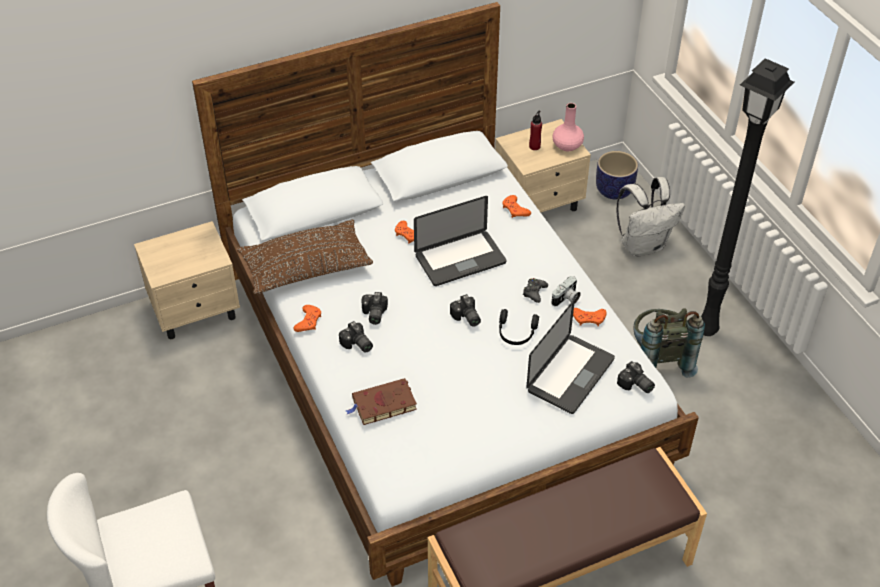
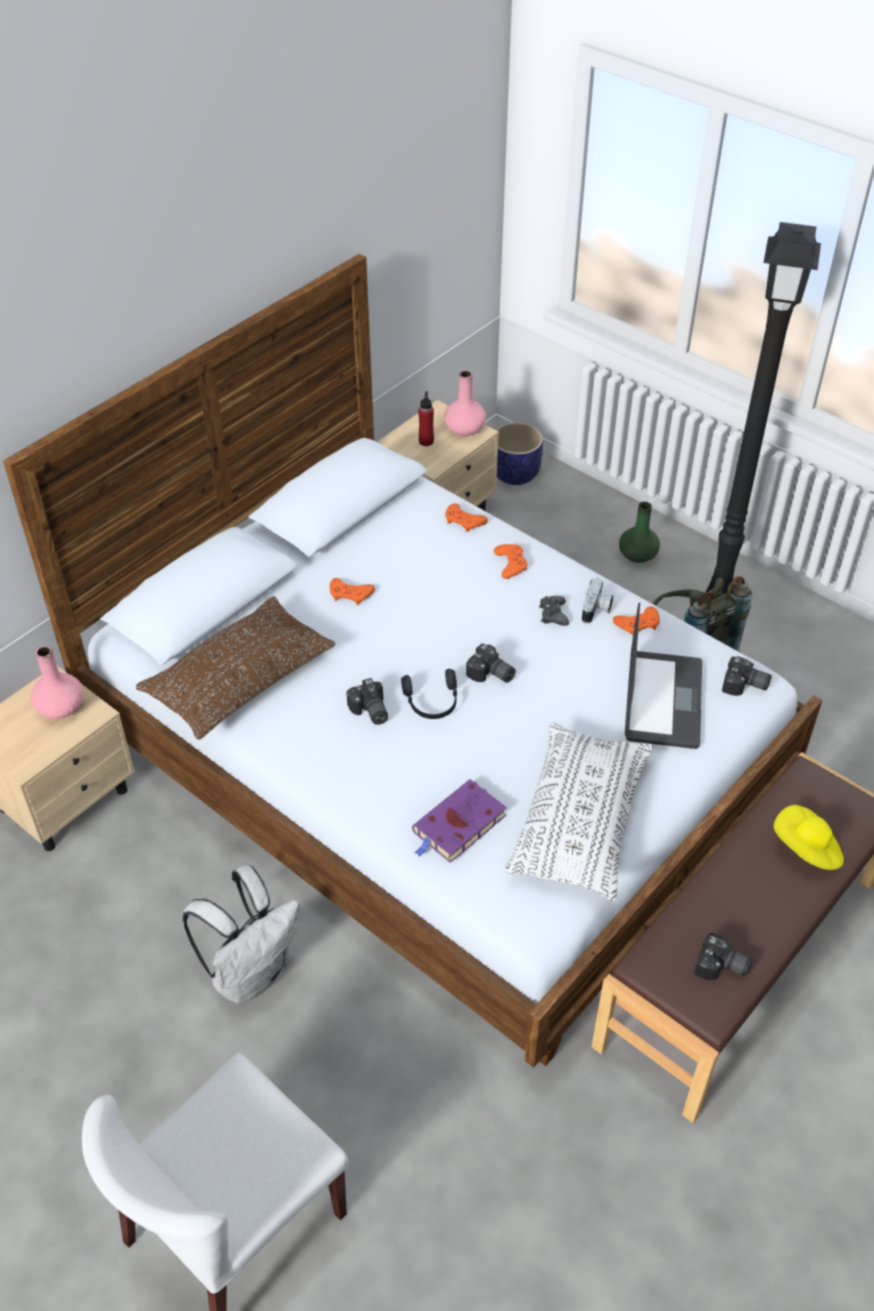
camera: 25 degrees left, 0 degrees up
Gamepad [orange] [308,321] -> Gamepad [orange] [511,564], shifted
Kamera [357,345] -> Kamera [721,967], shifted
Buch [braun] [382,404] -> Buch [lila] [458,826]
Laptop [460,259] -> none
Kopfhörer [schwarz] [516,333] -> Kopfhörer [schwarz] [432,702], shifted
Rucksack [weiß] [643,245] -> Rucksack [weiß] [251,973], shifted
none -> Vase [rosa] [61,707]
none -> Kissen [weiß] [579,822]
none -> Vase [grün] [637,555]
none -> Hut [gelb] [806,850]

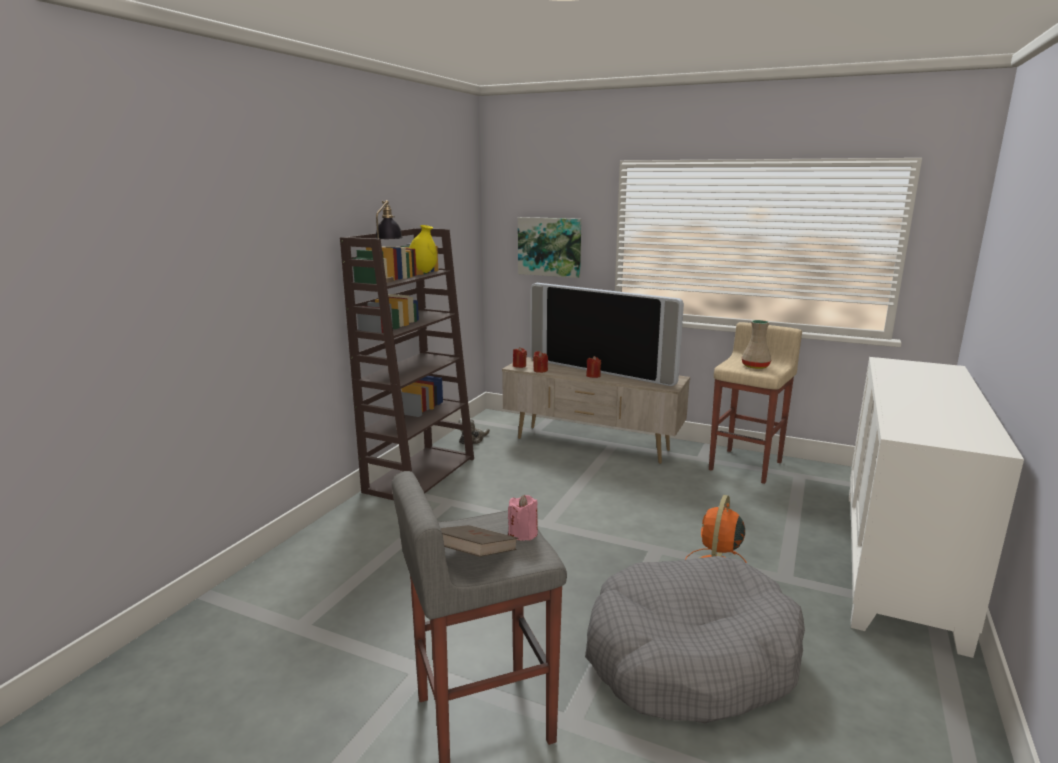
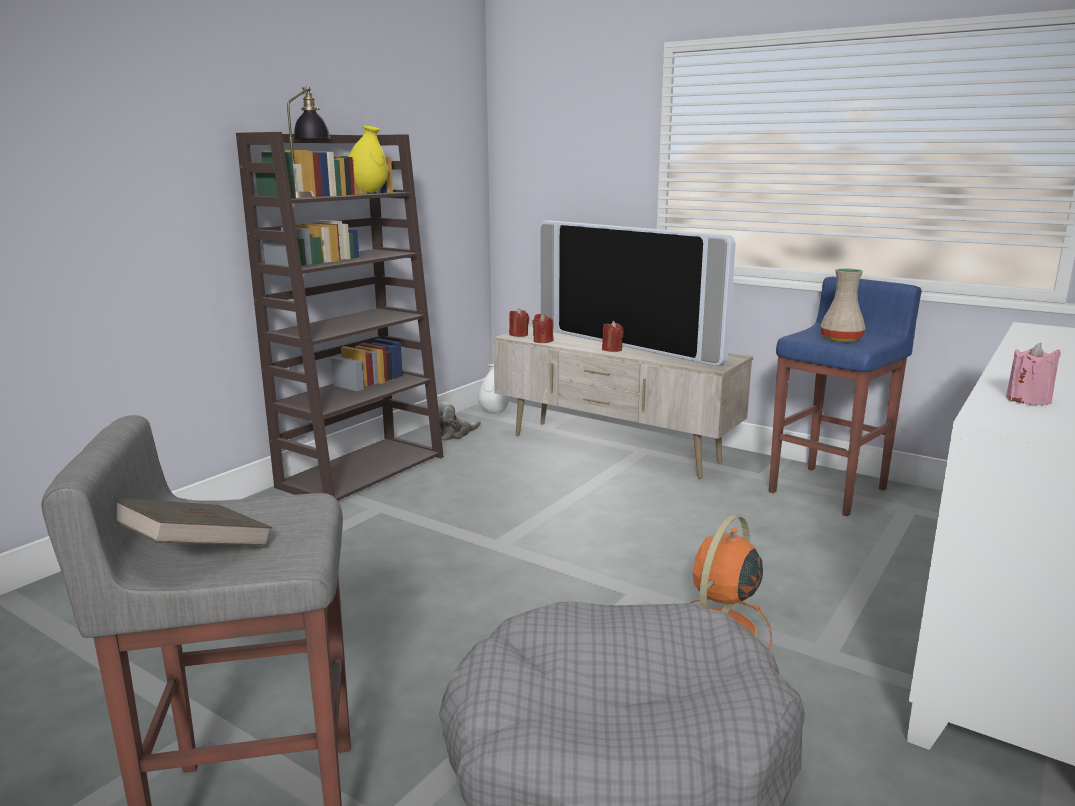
camera: 10 degrees right, 0 degrees up
Kerze [rosa] [523,533] -> Kerze [rosa] [1028,400], shifted
Bild [549,246] -> none
Hocker [beige] [747,465] -> Hocker [blau] [830,490]
none -> Vase [weiß] [494,412]

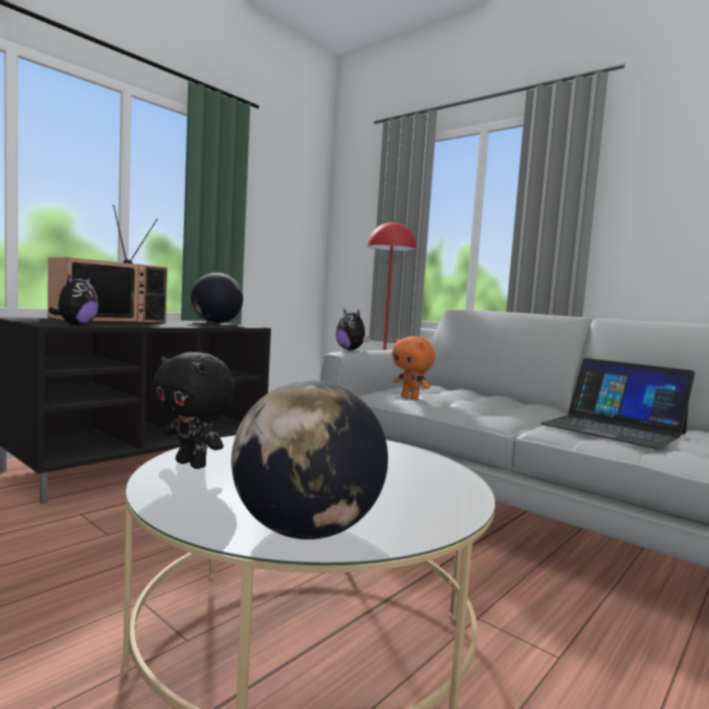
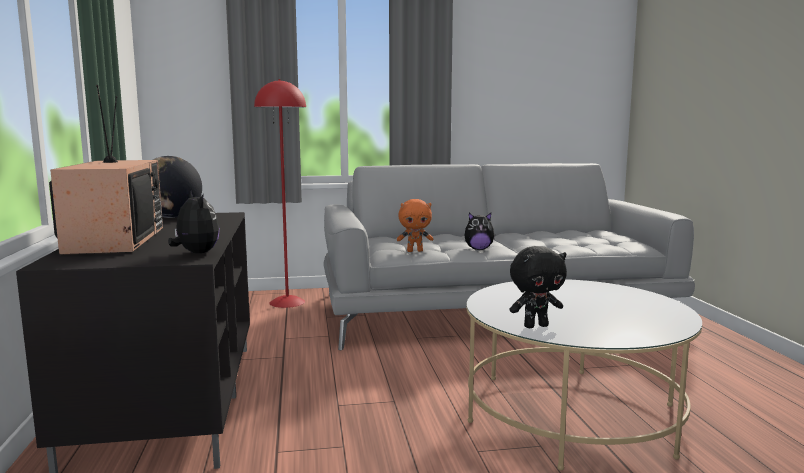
camera: 50 degrees left, 5 degrees up
Globus [306,531] -> none
Plüschtier [351,350] -> Plüschtier [478,249], shifted
Laptop [613,429] -> none

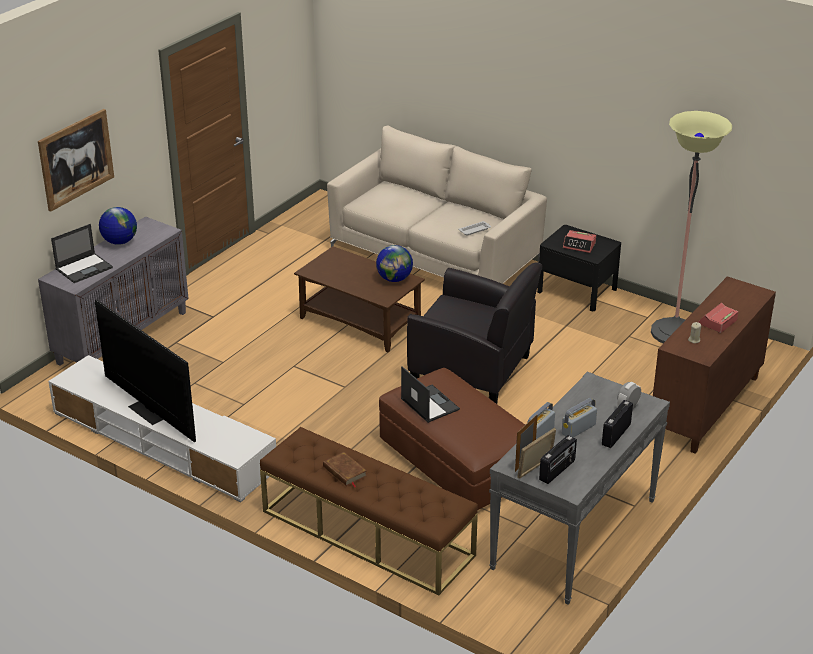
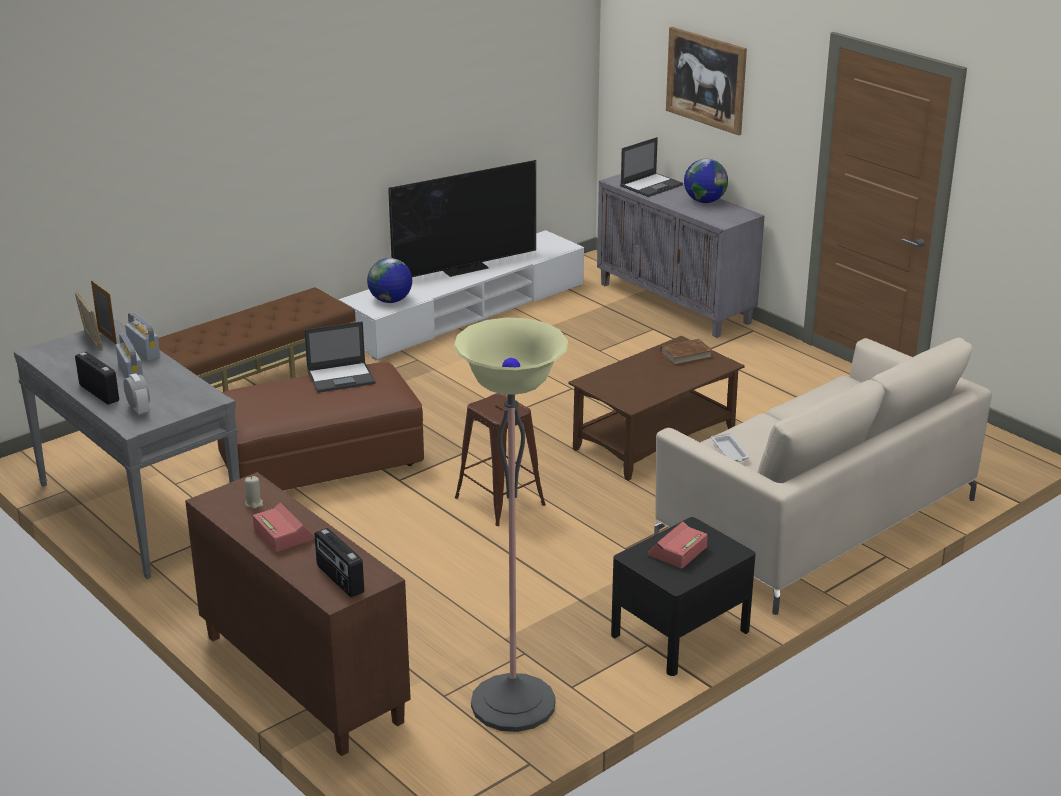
camera: 105 degrees right, 5 degrees down
Laptop [84,268] -> Laptop [651,185], 105 degrees counterclockwise
Buch [braun] [344,472] -> Buch [braun] [685,355], shifted
Globus [394,279] -> Globus [390,301], shifted
Sessel [schwarz] [472,371] -> Hocker [braun] [499,501]
Radio [557,471] -> Radio [339,580], shifted

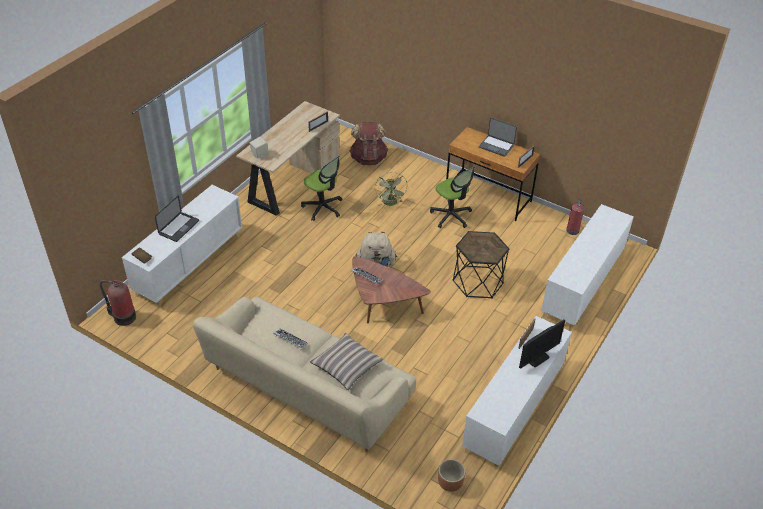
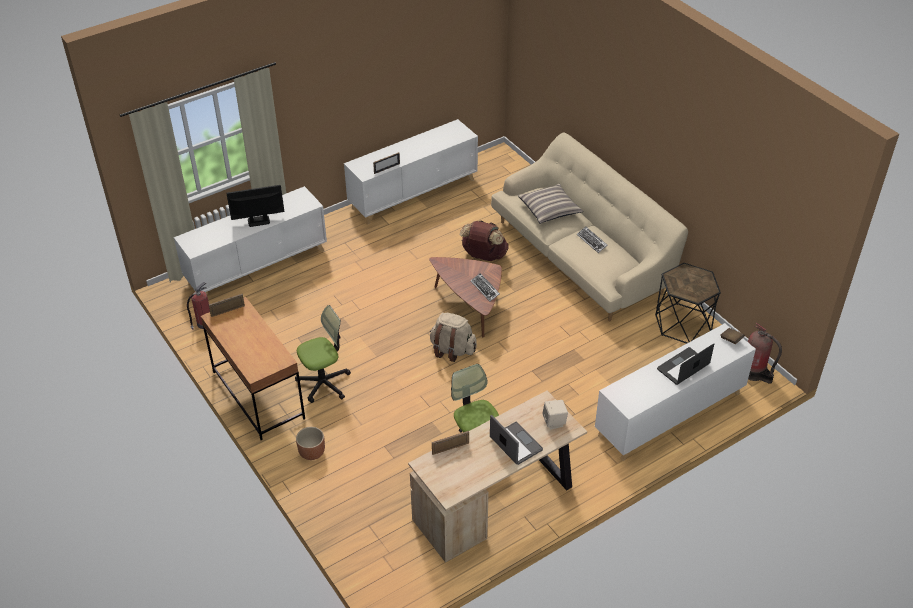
camera: 155 degrees left, 0 degrees up
Rucksack [braun] [368,158] -> Rucksack [braun] [484,256], shifted
Ventilator [grün] [391,203] -> none
Bürostuhl [451,216] -> Bürostuhl [324,383], 75 degrees clockwise
Pflanzkübel [braun] [450,483] -> Pflanzkübel [braun] [312,452], shifted
Beistelltisch [schwarz] [478,282] -> Beistelltisch [schwarz] [682,324], shifted
Laptop [496,146] -> Laptop [515,444], shifted
Monitor [537,358] -> Monitor [258,221], shifted

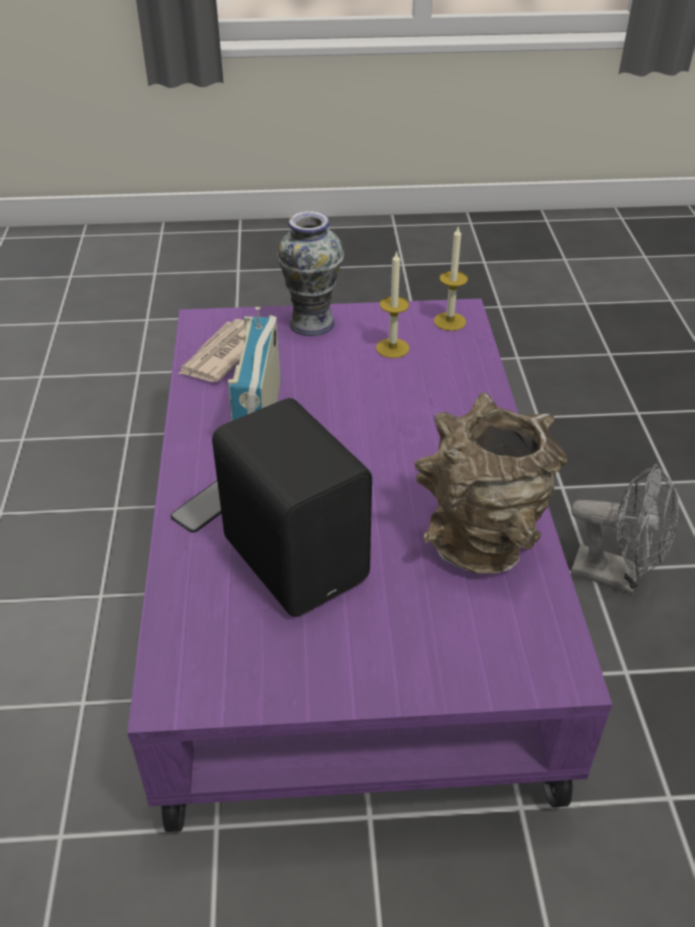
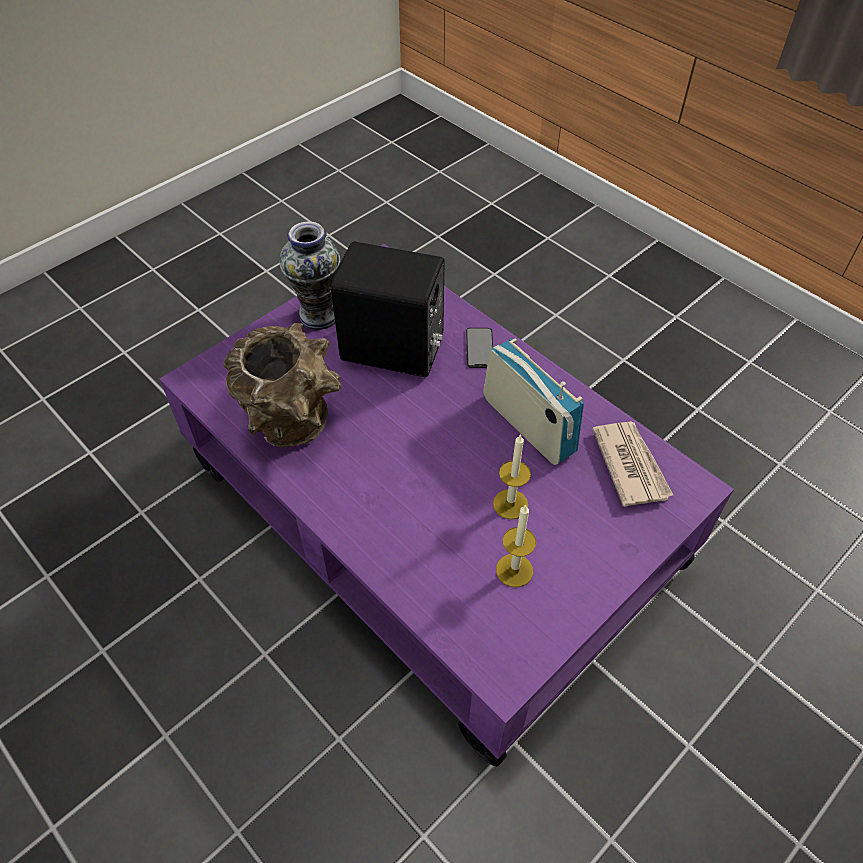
camera: 140 degrees right, 10 degrees up
Vase [311,323] -> Vase [319,314], shifted
Kerze [449,321] -> Kerze [510,504], shifted
Ventilator [grau] [616,575] -> none

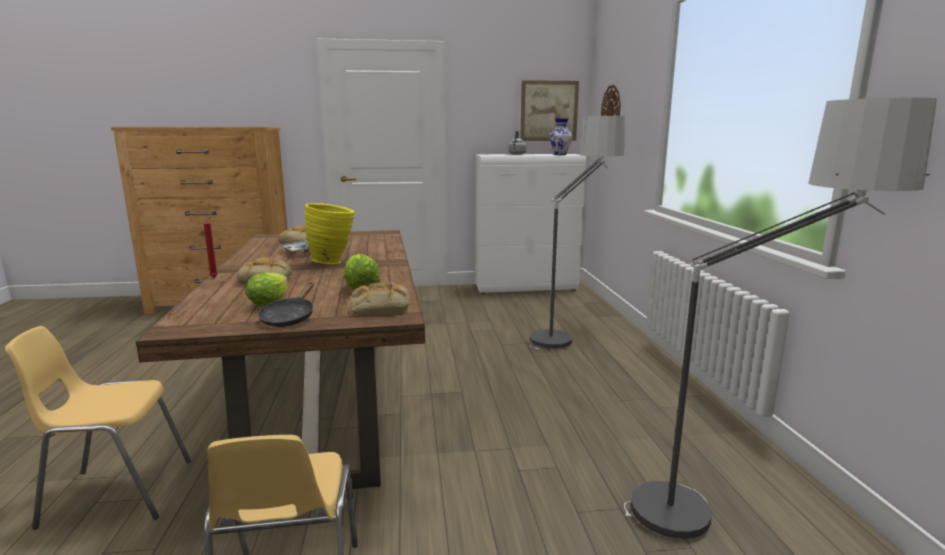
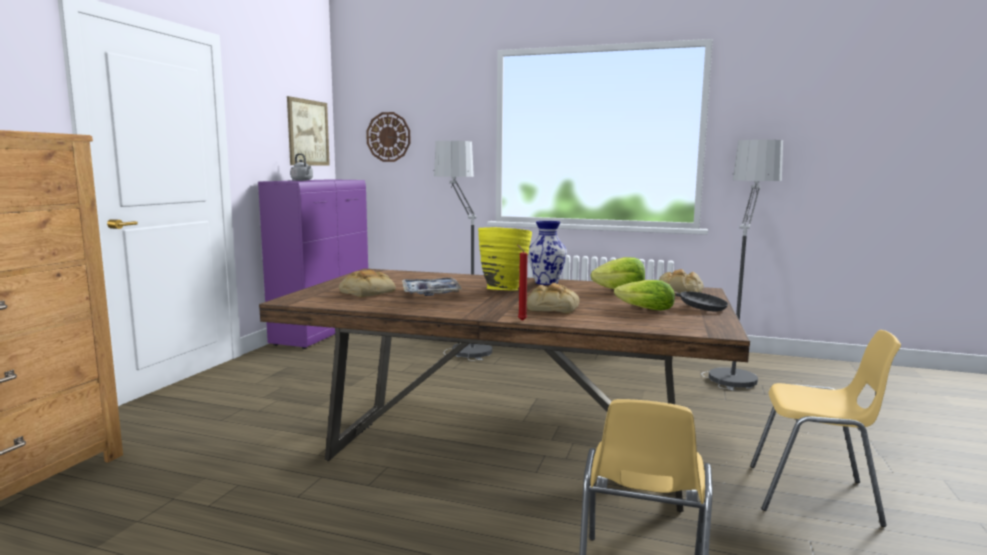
camera: 65 degrees left, 5 degrees down
Schrank [weiß] [526,288] -> Schrank [lila] [323,332]
Vase [560,154] -> Vase [547,283], shifted

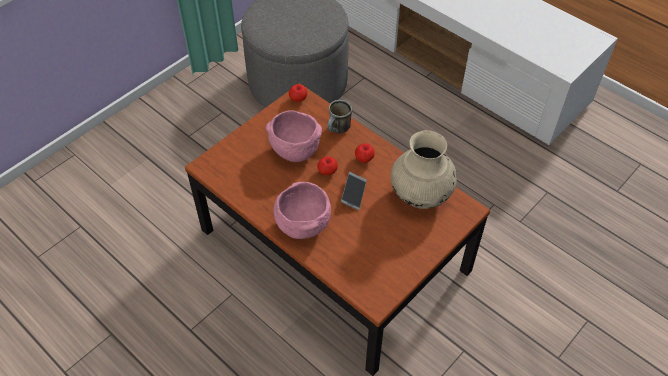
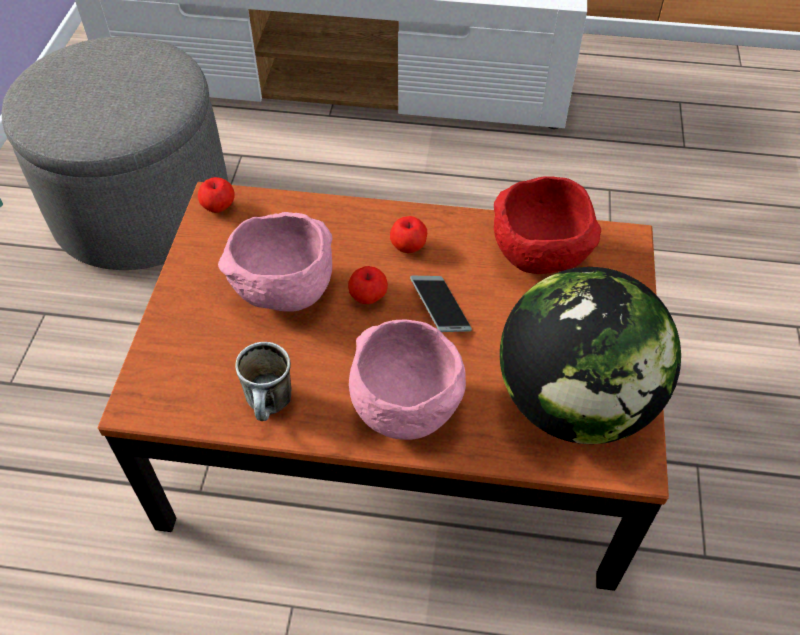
camera: 35 degrees left, 0 degrees up
Henkelbecher [338,130] -> Henkelbecher [271,406], shifted
Vase [beige] [421,195] -> Schüssel [rot] [542,256]
none -> Globus [574,402]

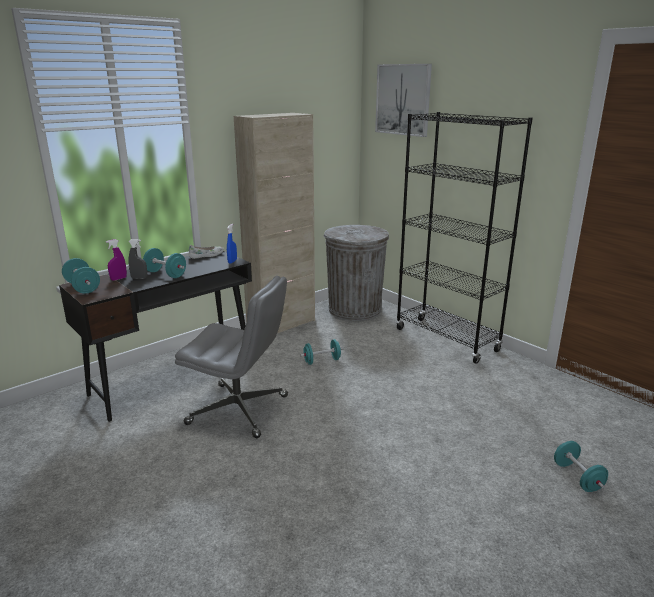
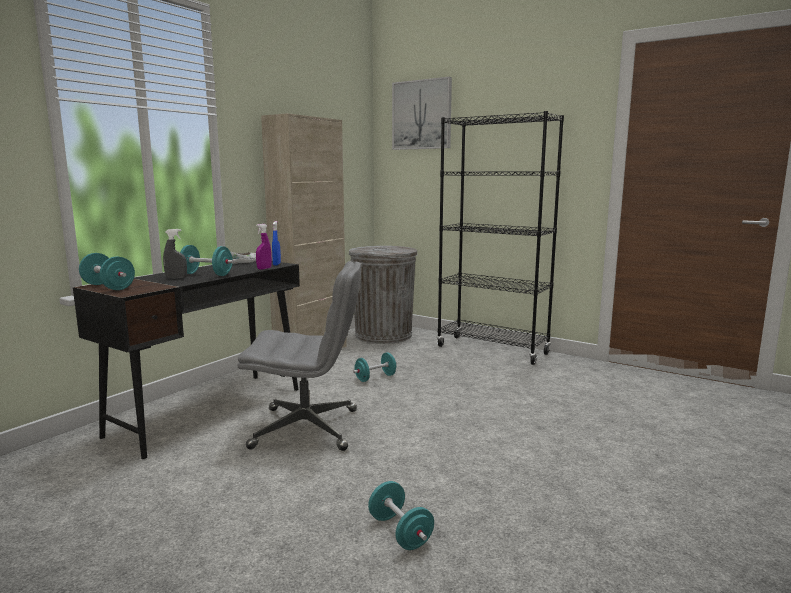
camera: 15 degrees left, 10 degrees down
Sprühflasche [lila] [118,279] -> Sprühflasche [lila] [264,268], shifted
Hantel [türkis] [577,477] -> Hantel [türkis] [400,532], shifted

